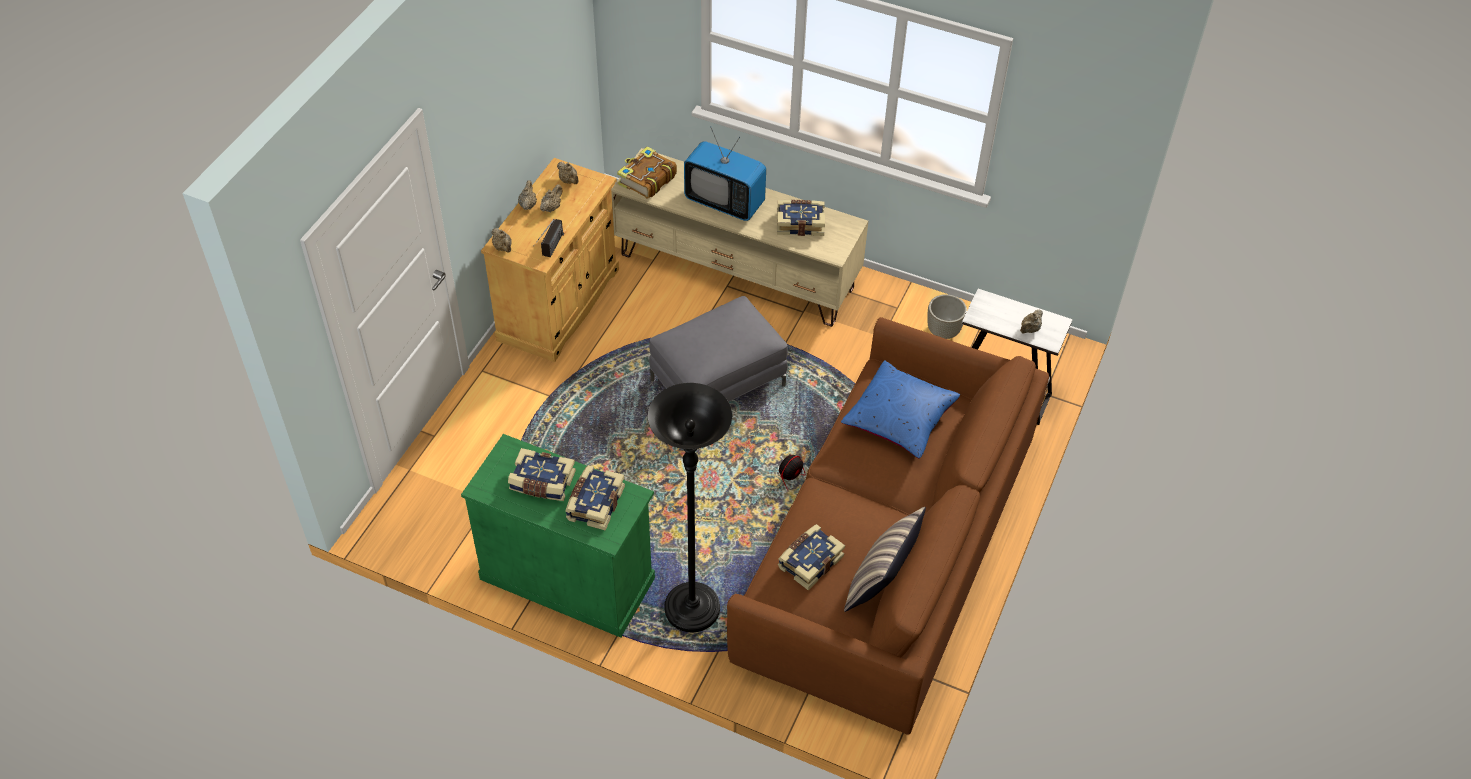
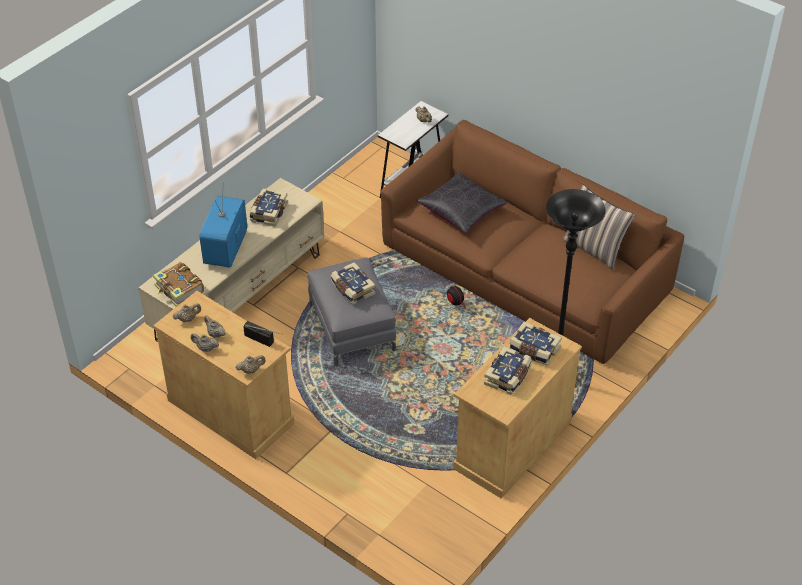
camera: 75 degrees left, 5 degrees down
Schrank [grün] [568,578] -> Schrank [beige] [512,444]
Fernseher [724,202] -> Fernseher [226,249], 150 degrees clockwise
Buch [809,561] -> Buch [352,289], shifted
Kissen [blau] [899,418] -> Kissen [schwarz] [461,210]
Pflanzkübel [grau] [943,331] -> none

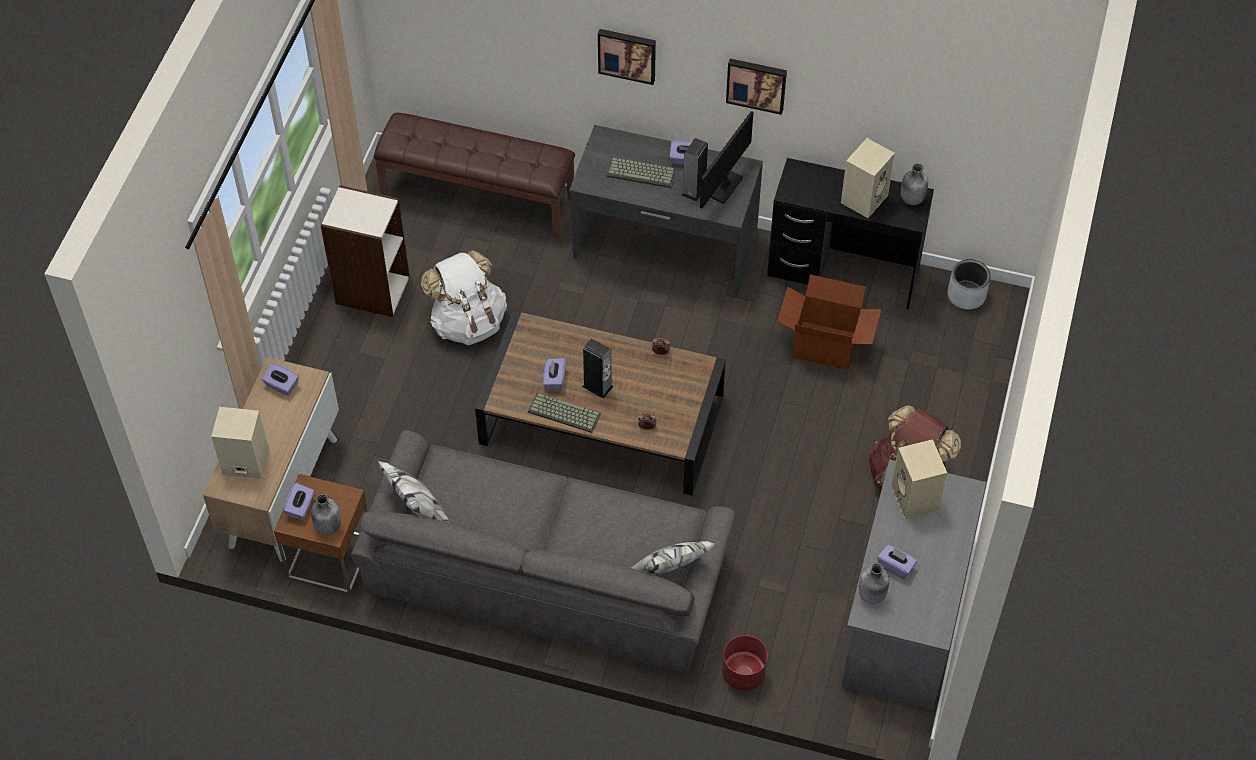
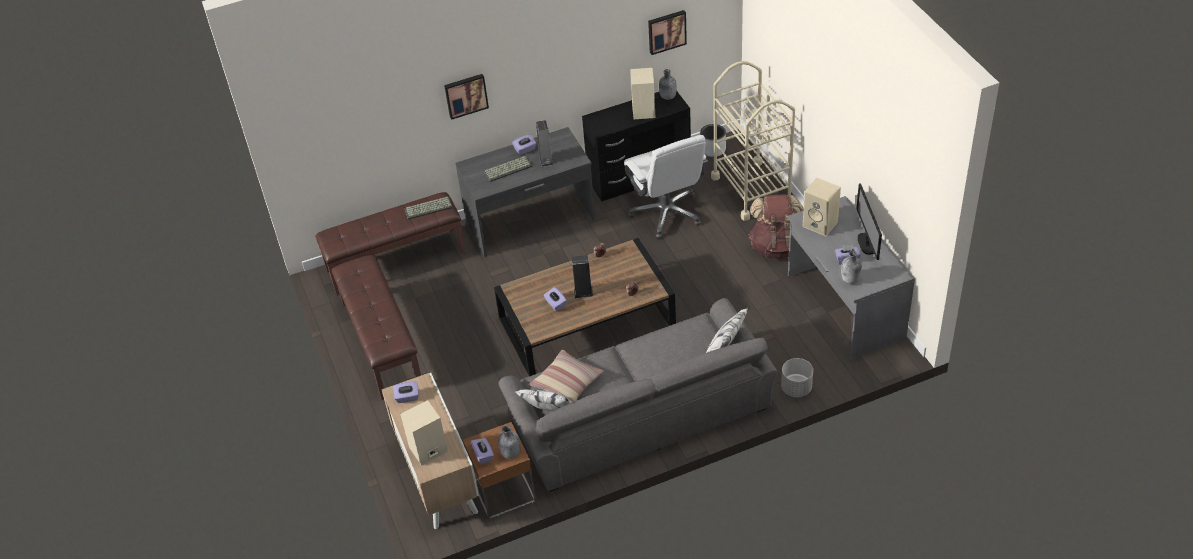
camera: 35 degrees left, 10 degrees down
Bücherregal [371,290] -> Bank [braun] [381,343]
Rucksack [weiß] [468,322] -> none
Tastatur [563,414] -> Tastatur [428,209], shifted
Monitor [725,187] -> Monitor [866,244], shifted
Pflanzkübel [rot] [743,674] -> Pflanzkübel [grau] [796,388]
Bild [756,84] -> Bild [666,31], shifted
Karton [825,344] -> Bürostuhl [weiß] [666,213]
none -> Kissen [567,383]
none -> Rollwagen [beige] [751,190]

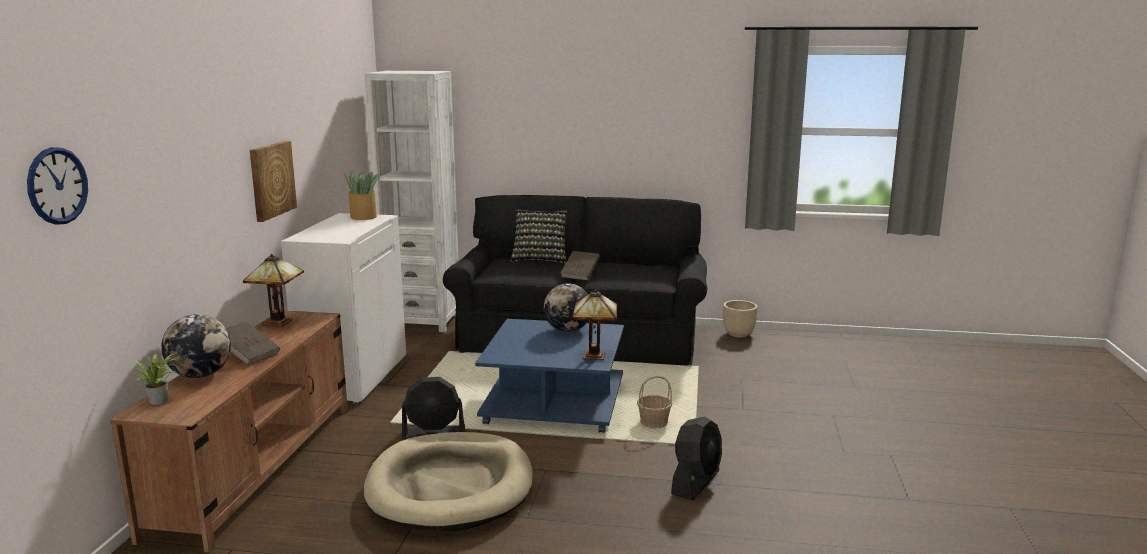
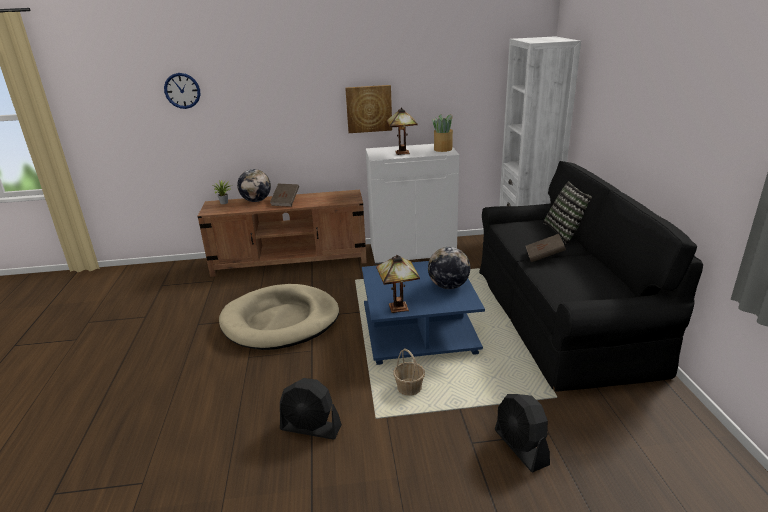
camera: 75 degrees right, 10 degrees up
Tischlampe [280,322] -> Tischlampe [403,153], shifted
Ventilator [schwarz] [434,433] -> Ventilator [schwarz] [521,447], shifted
Pflanzkübel [beige] [739,334] -> none

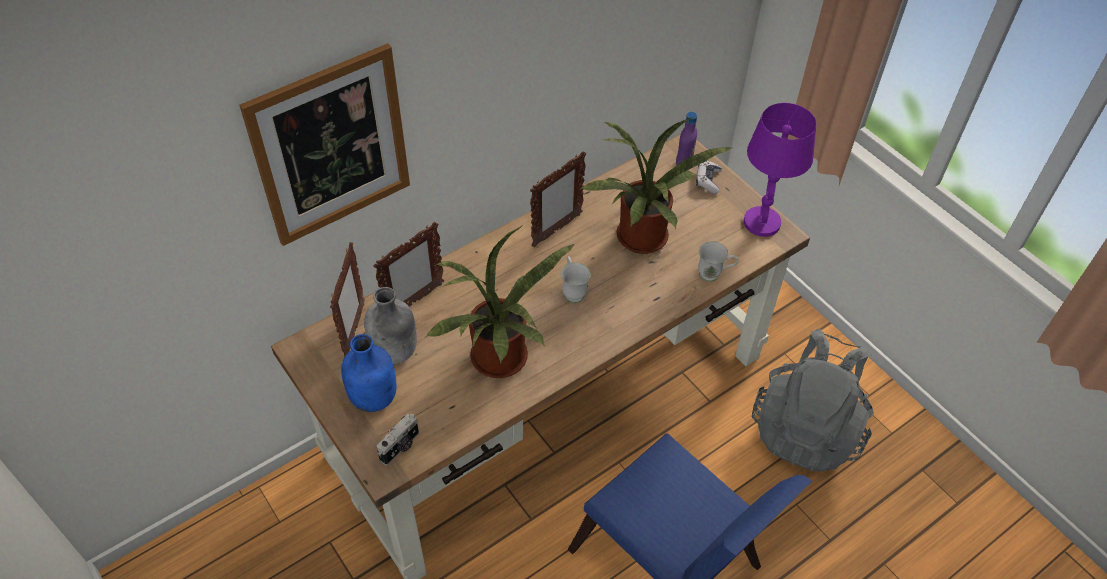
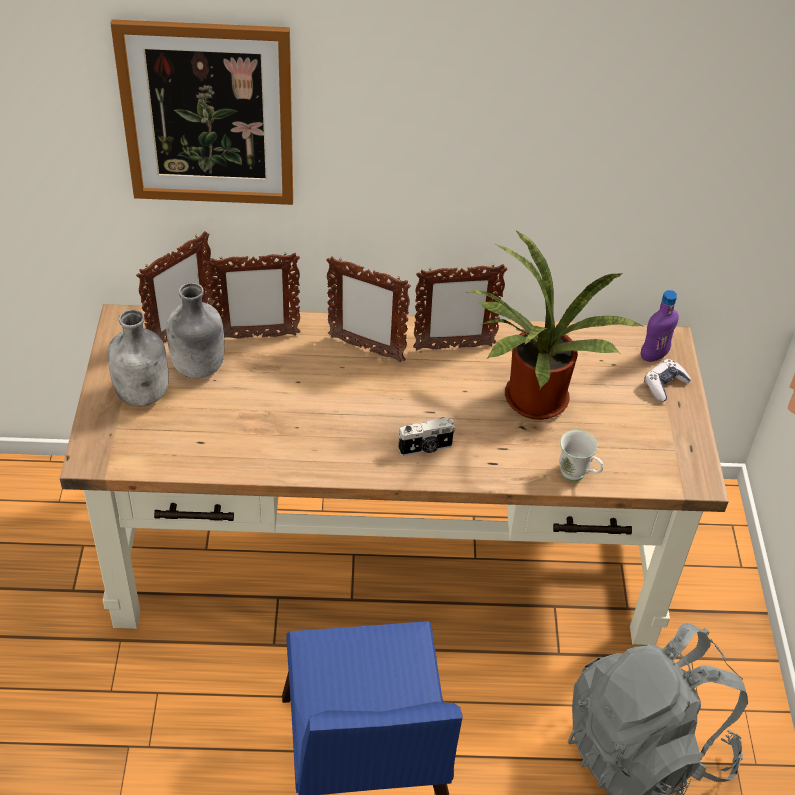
camera: 35 degrees right, 5 degrees down
Flasche [blau] [374,397] -> Flasche [grau] [144,394]
Kamera [401,447] -> Kamera [425,448], shifted
Topfpflanze [501,362] -> none
Henkelbecher [weiß] [572,291] -> none
Tischlampe [lila] [761,222] -> none
none -> Bilderrahmen [365,348]

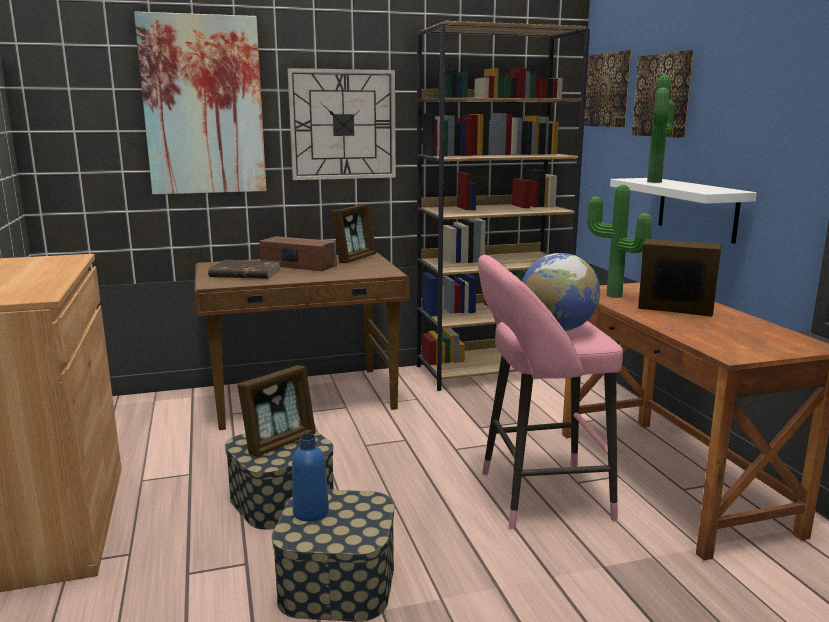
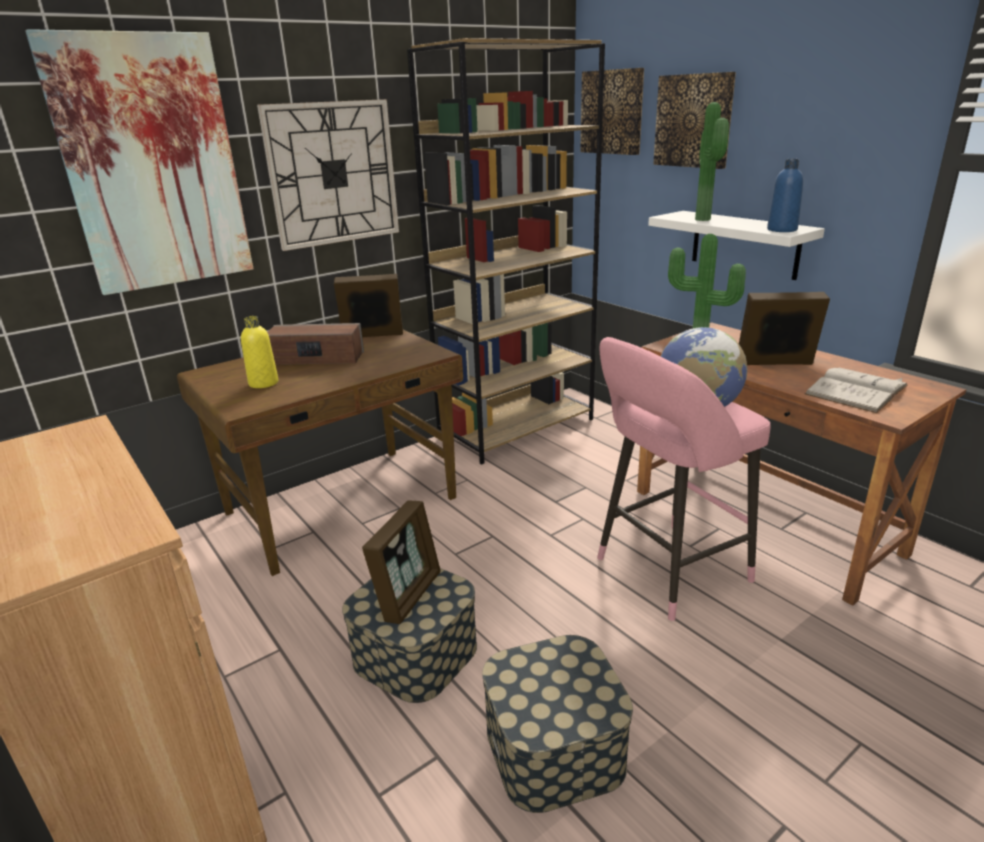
camera: 20 degrees left, 10 degrees up
Buch [braun] [245,274] -> Flasche [gelb] [263,383]
Flasche [blau] [310,512] -> Flasche [blau] [782,230], shifted
Bilderrahmen [355,258] -> Bilderrahmen [372,336], 105 degrees counterclockwise
none -> Buch [weiß] [856,390]

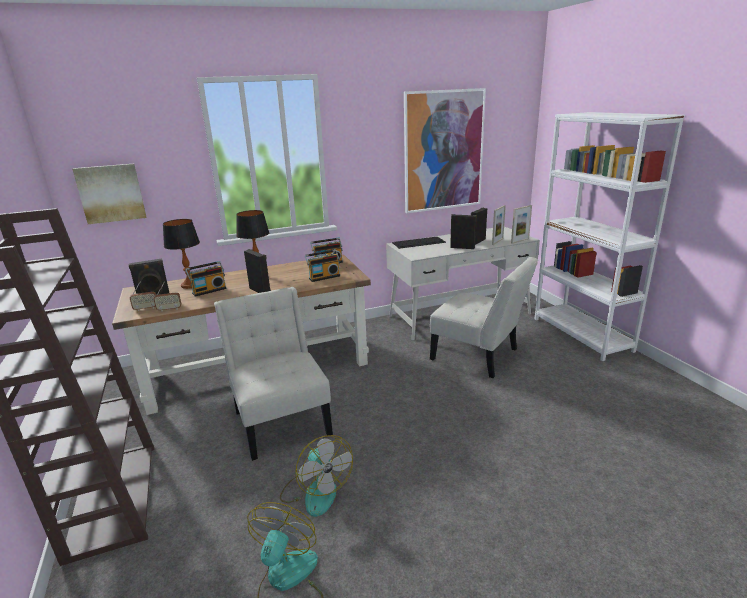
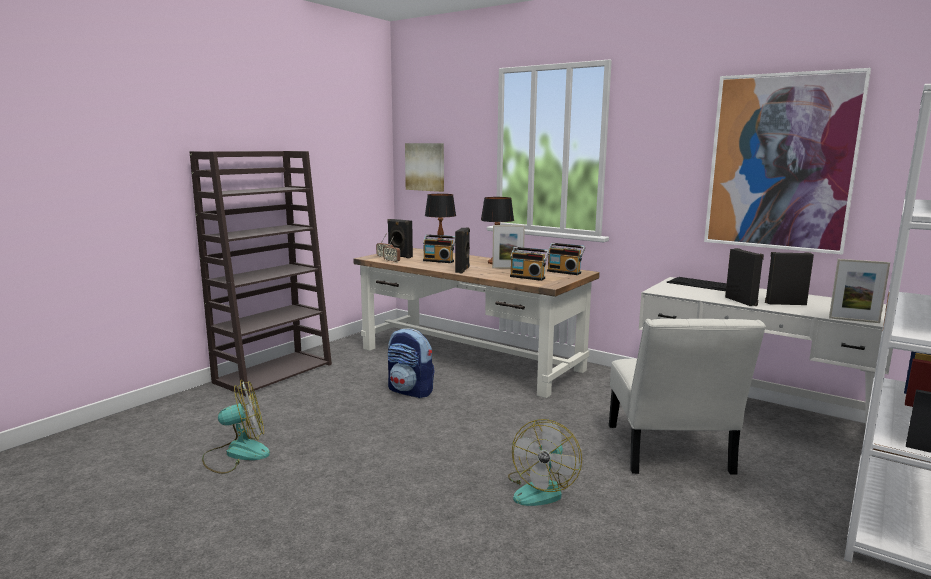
camera: 55 degrees right, 10 degrees down
Stuhl [weiß] [281,419] -> Rucksack [411,391]
Ventilator [316,491] -> Ventilator [541,489], shifted
Bilderrahmen [497,241] -> Bilderrahmen [507,268], shifted

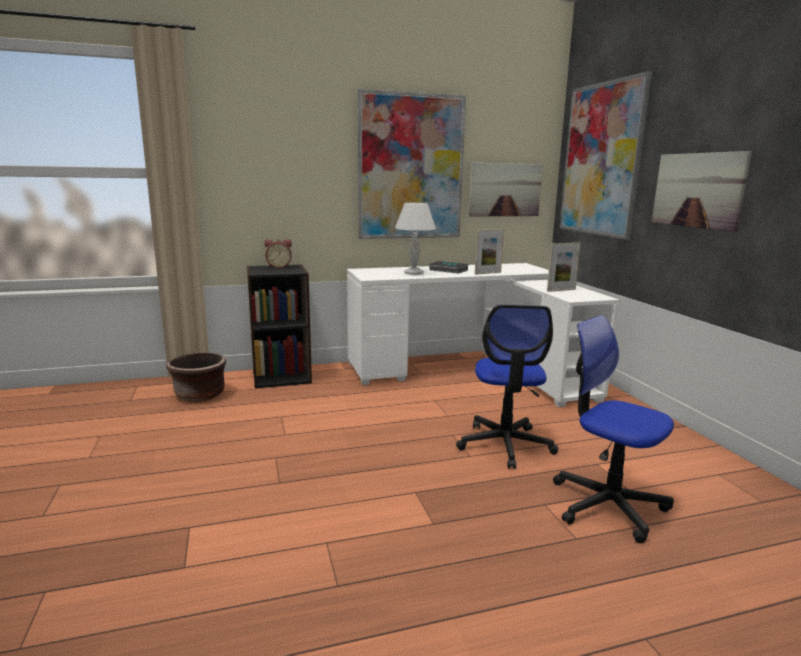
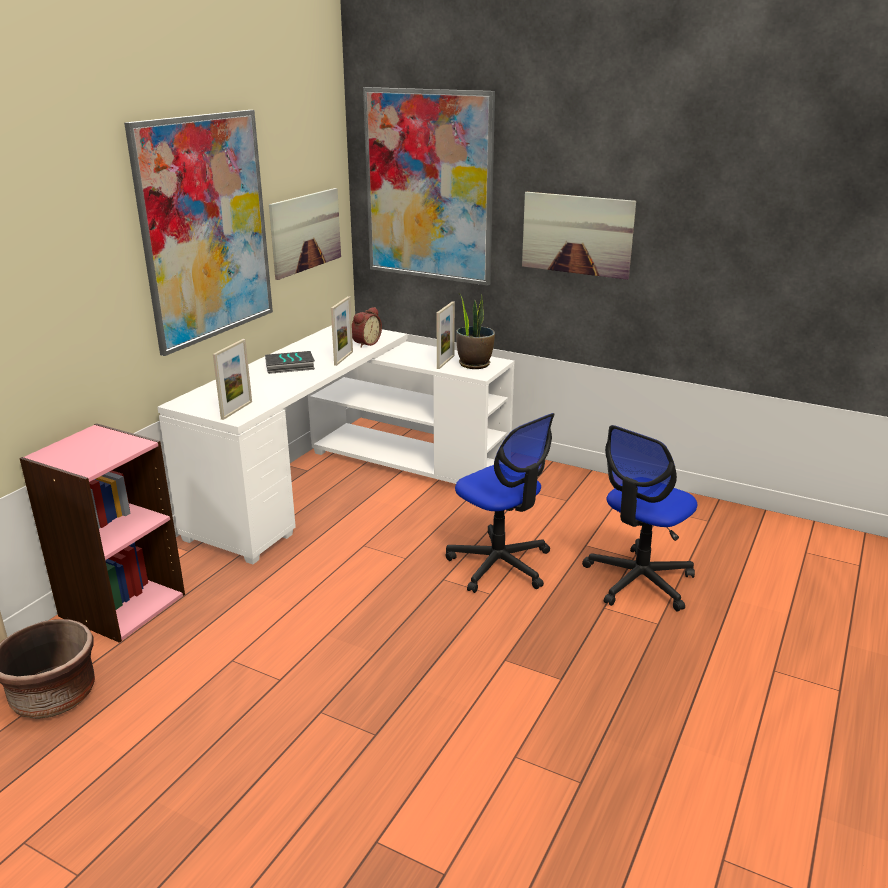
camera: 45 degrees left, 10 degrees up
Bücherregal [schwarz] [281,376] -> Bücherregal [rosa] [122,604]
Wecker [279,267] -> Wecker [365,343], shifted
Tischlampe [weiß] [414,273] -> none
Bürostuhl [607,505] -> Bürostuhl [639,581], 45 degrees counterclockwise
none -> Bilderrahmen [236,410]
none -> Topfpflanze [474,364]

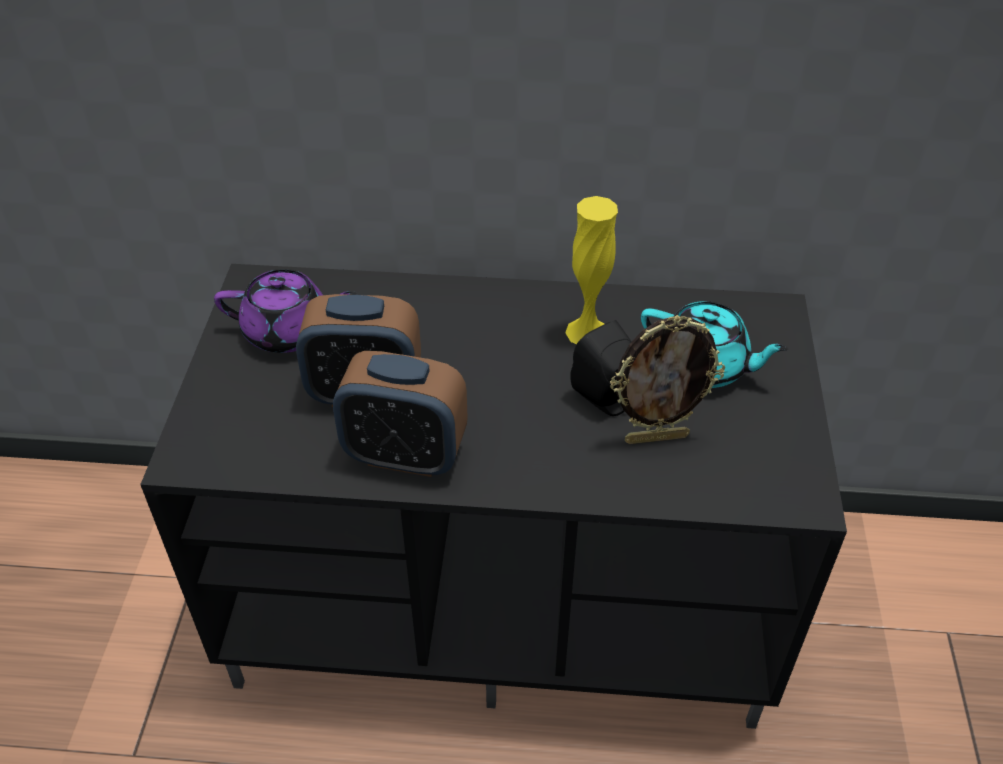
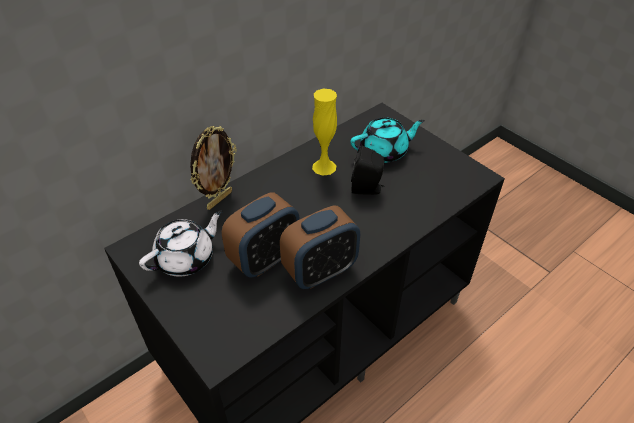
camera: 45 degrees left, 0 degrees up
Teekanne [lila] [289,332] -> Teekanne [weiß] [187,258]
Bilderrahmen [656,437] -> Bilderrahmen [219,199], shifted

